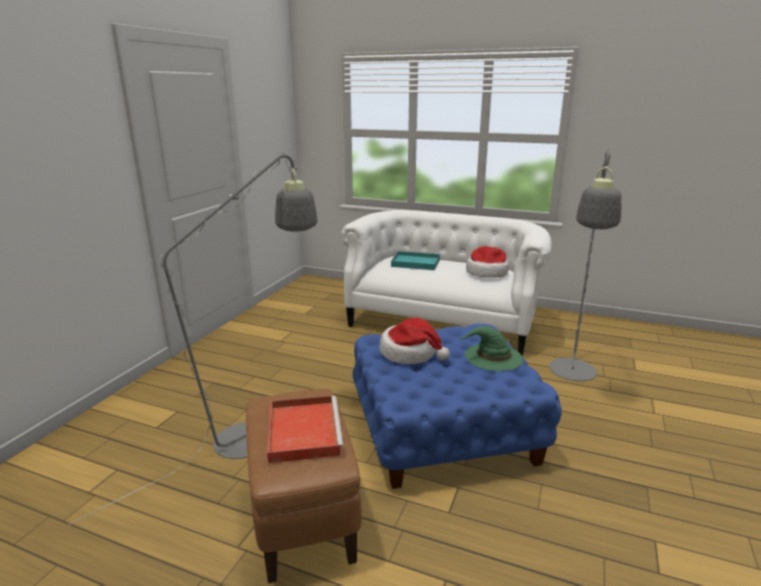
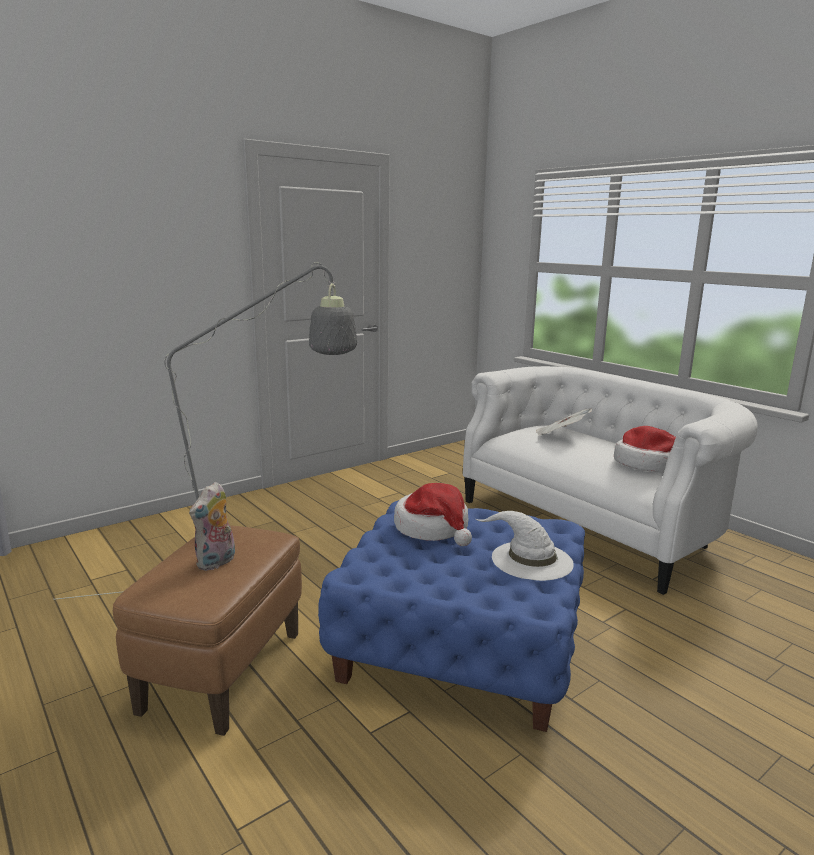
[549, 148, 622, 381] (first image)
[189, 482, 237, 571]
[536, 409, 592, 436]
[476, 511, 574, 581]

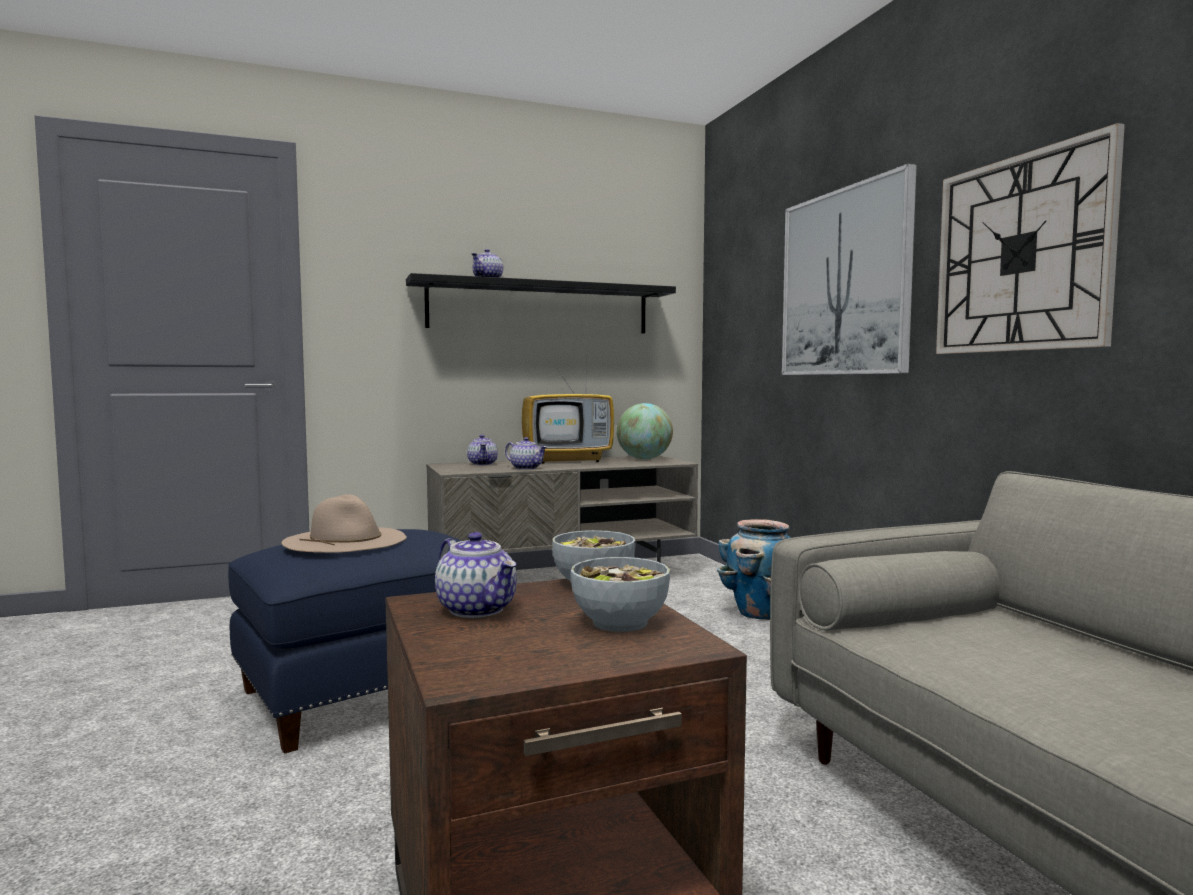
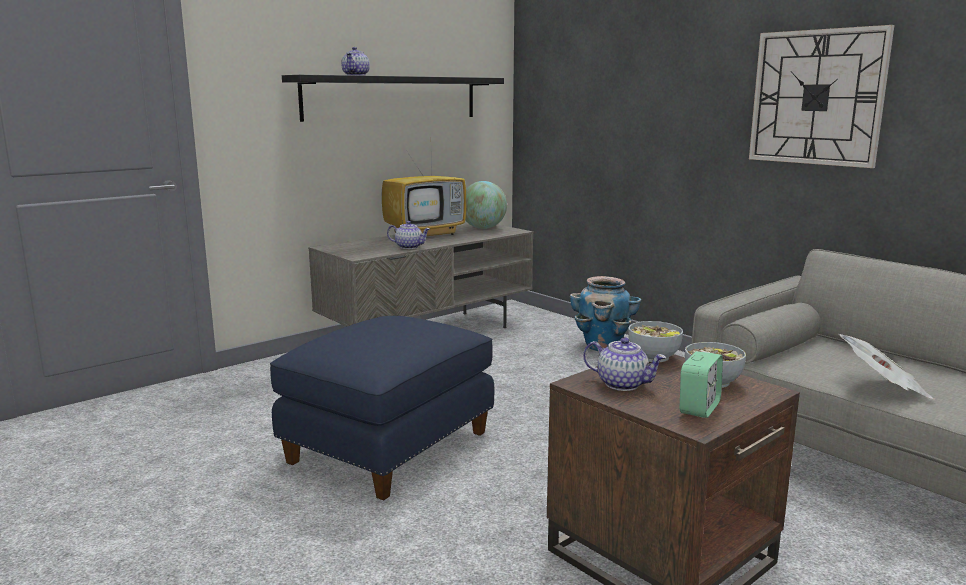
[282, 494, 407, 553] (first image)
[467, 435, 498, 465] (first image)
[782, 163, 917, 375] (first image)
[680, 351, 723, 418]
[838, 334, 934, 399]

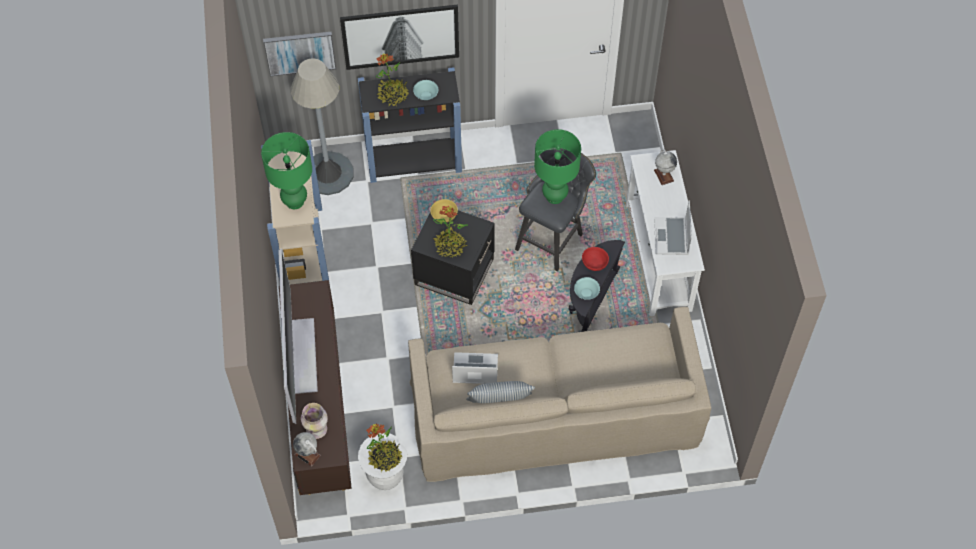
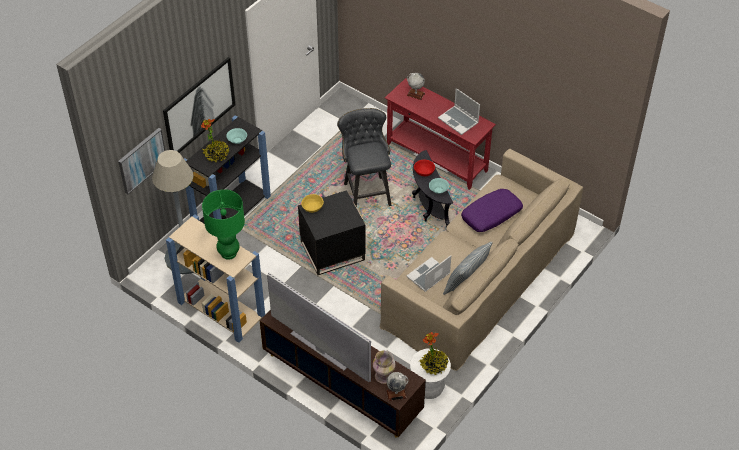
[433, 206, 468, 258] (first image)
[534, 129, 581, 204] (first image)
[461, 189, 523, 232]
[385, 78, 496, 190]

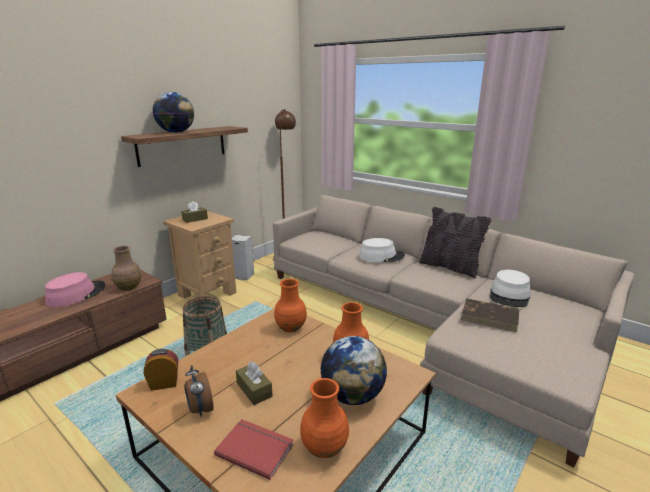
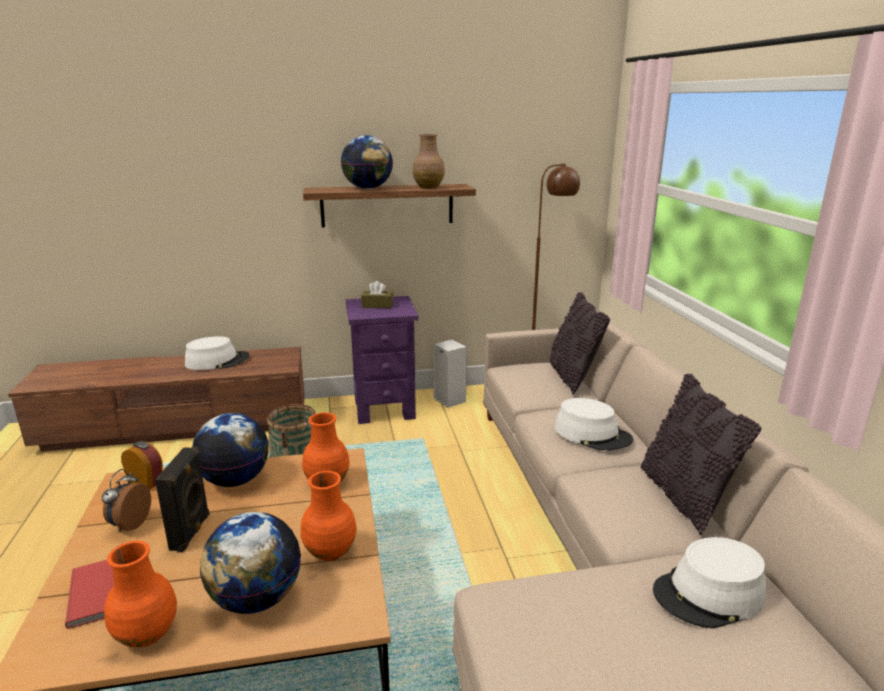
[461, 298, 519, 332] (first image)
[192, 413, 269, 487]
[549, 292, 610, 394]
[412, 134, 445, 188]
[155, 447, 210, 552]
[185, 336, 250, 370]
[346, 296, 418, 424]

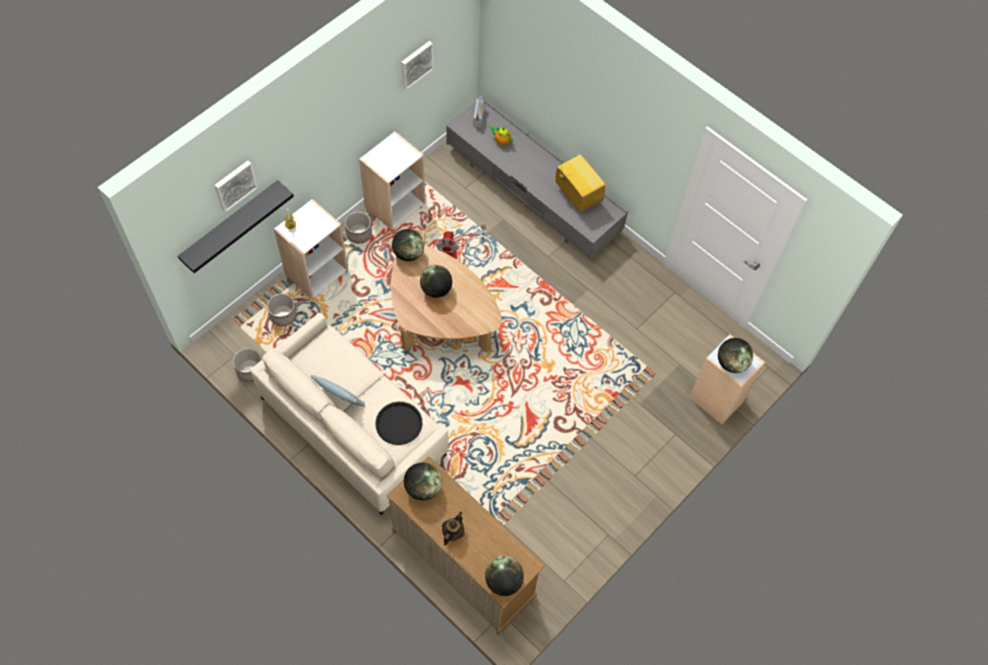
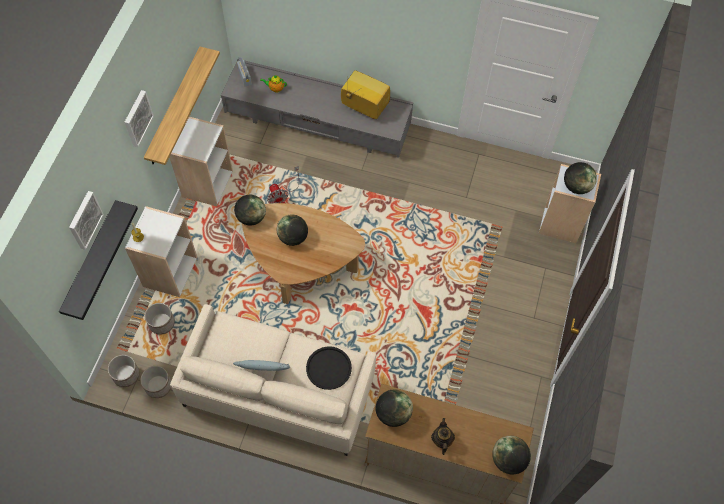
[144, 47, 220, 165]
[108, 355, 139, 387]
[125, 90, 154, 147]

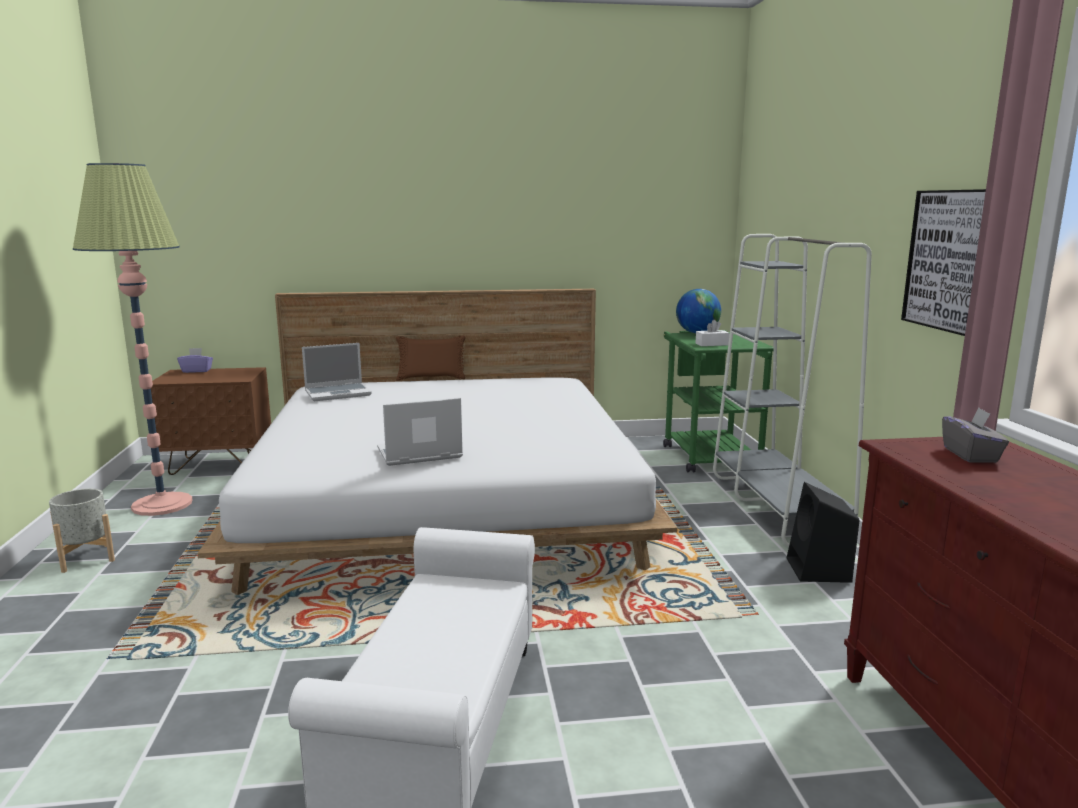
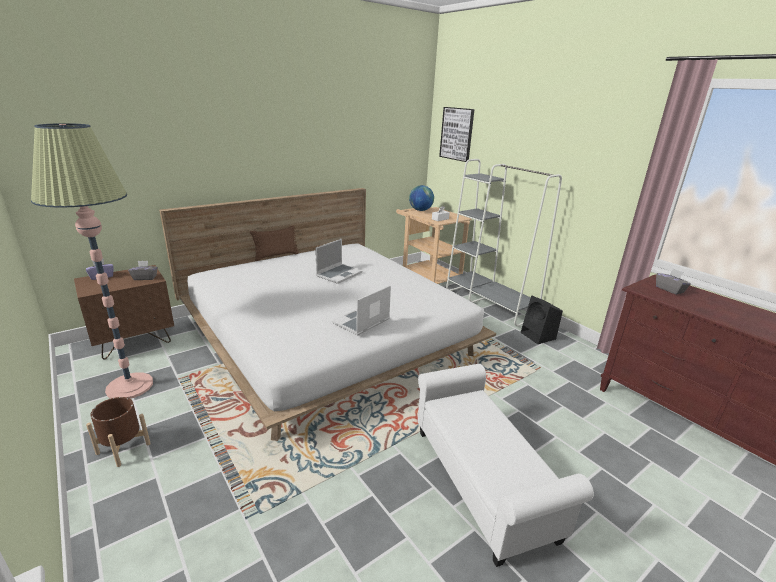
[128, 261, 158, 280]
[315, 239, 362, 284]
[439, 107, 474, 162]
[86, 397, 151, 467]
[396, 207, 472, 284]

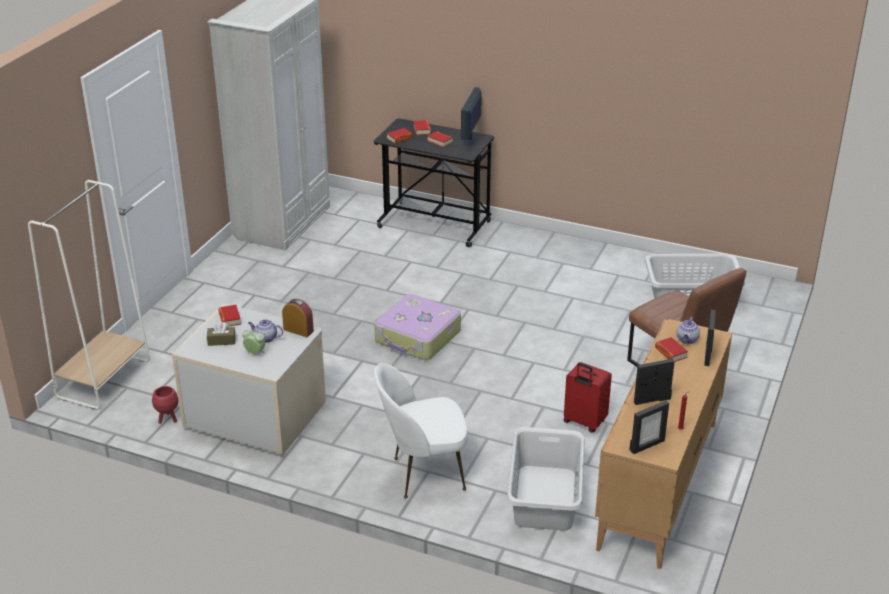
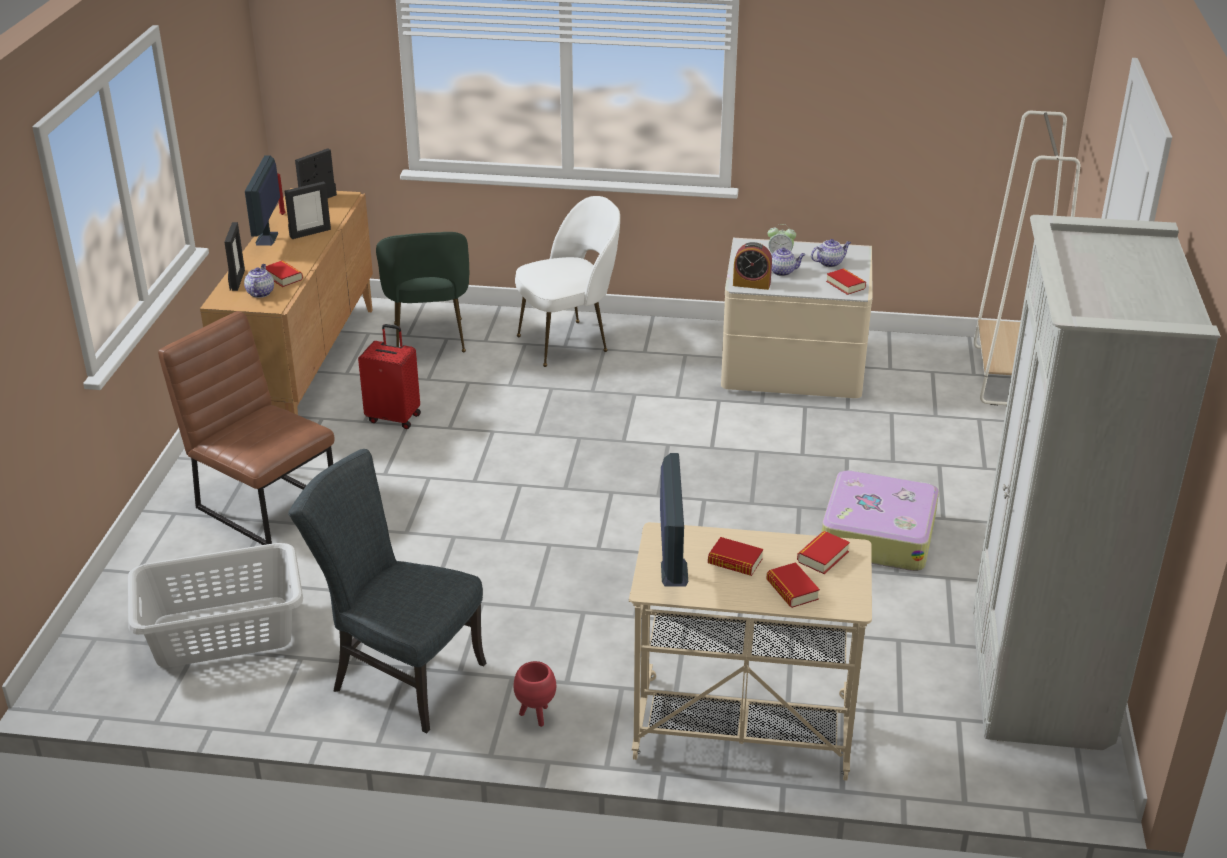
[245, 155, 280, 246]
[288, 449, 486, 733]
[513, 661, 556, 727]
[821, 470, 939, 571]
[811, 239, 851, 267]
[376, 232, 469, 353]
[629, 522, 872, 781]

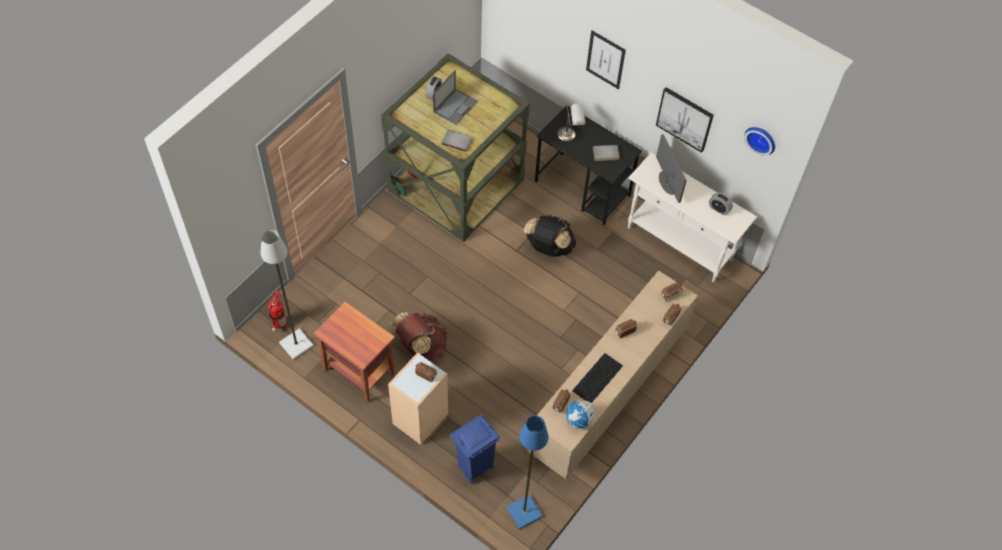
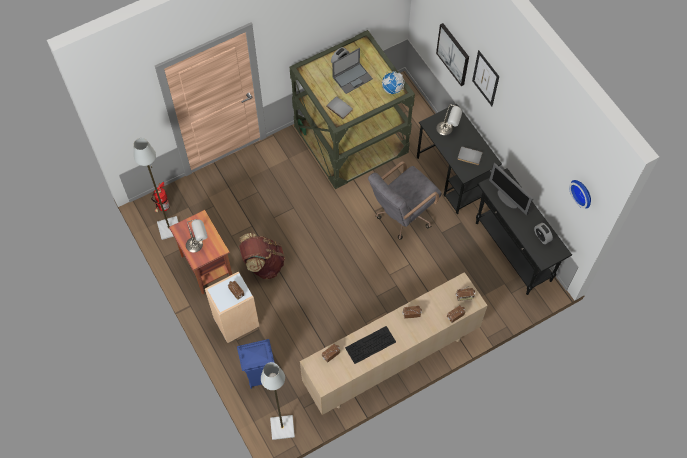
[186, 219, 208, 253]
[382, 71, 404, 94]
[436, 23, 469, 86]
[368, 161, 441, 240]
[261, 362, 295, 440]
[476, 168, 572, 295]
[489, 163, 533, 215]

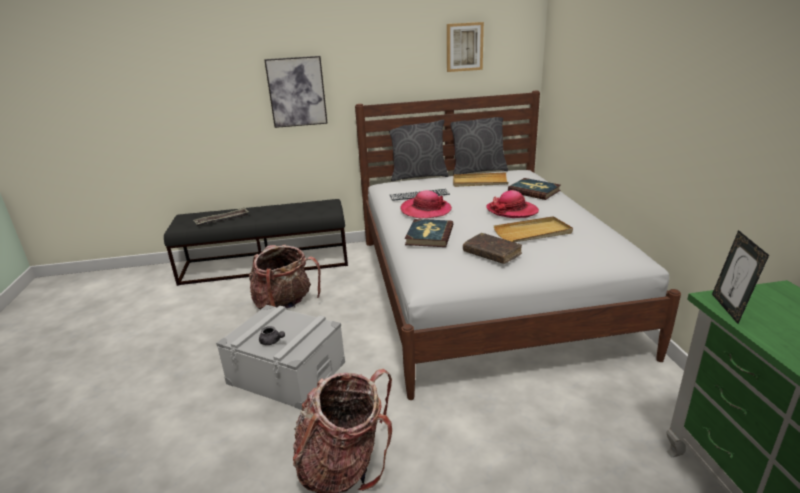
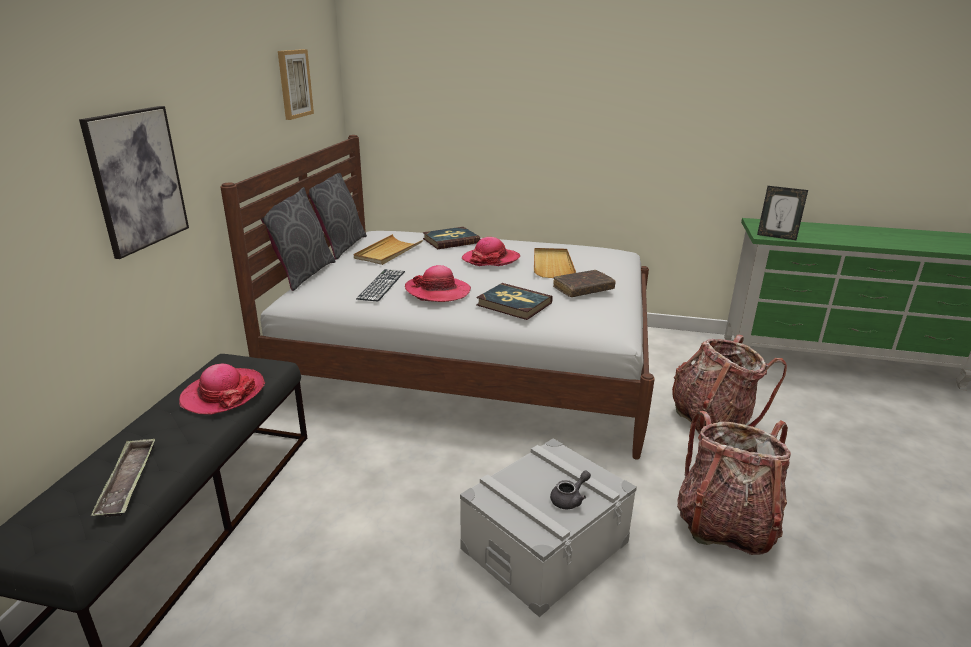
[179, 364, 265, 415]
[672, 335, 787, 434]

